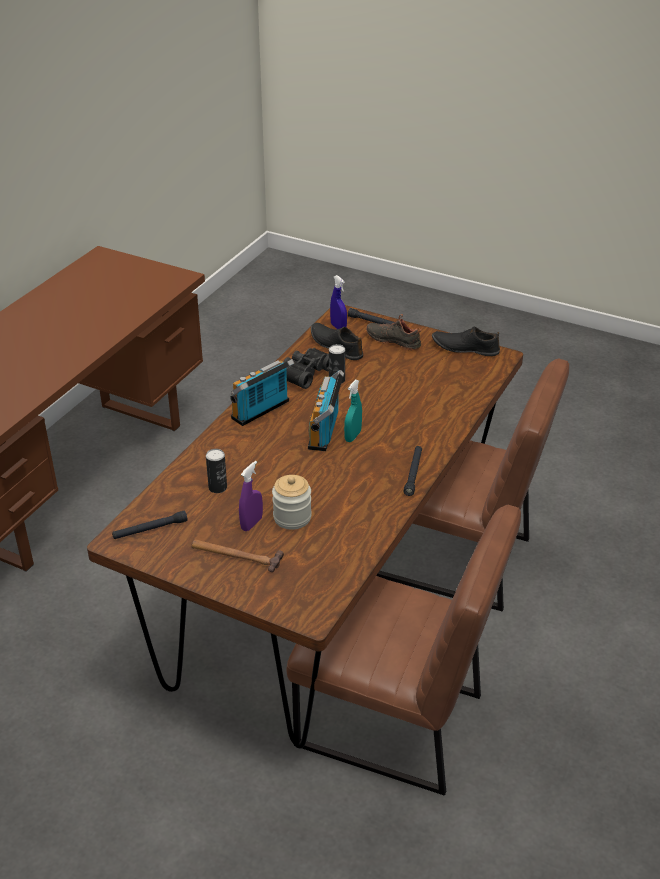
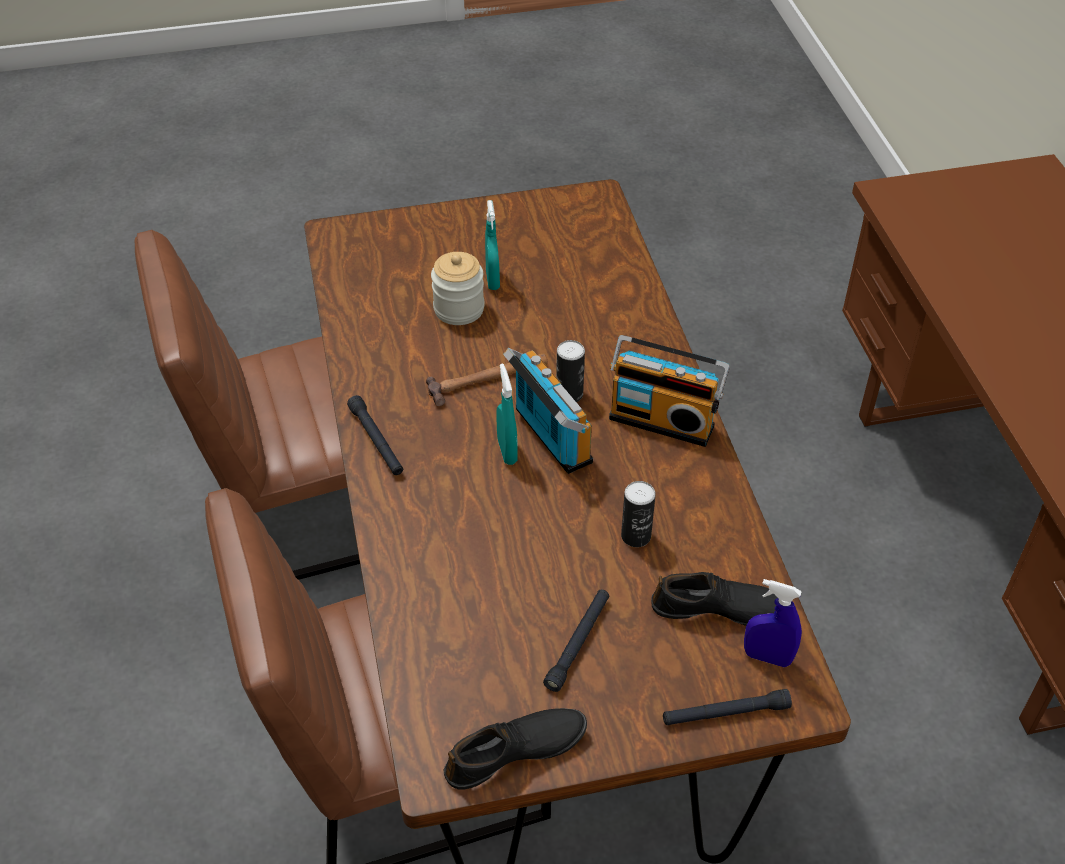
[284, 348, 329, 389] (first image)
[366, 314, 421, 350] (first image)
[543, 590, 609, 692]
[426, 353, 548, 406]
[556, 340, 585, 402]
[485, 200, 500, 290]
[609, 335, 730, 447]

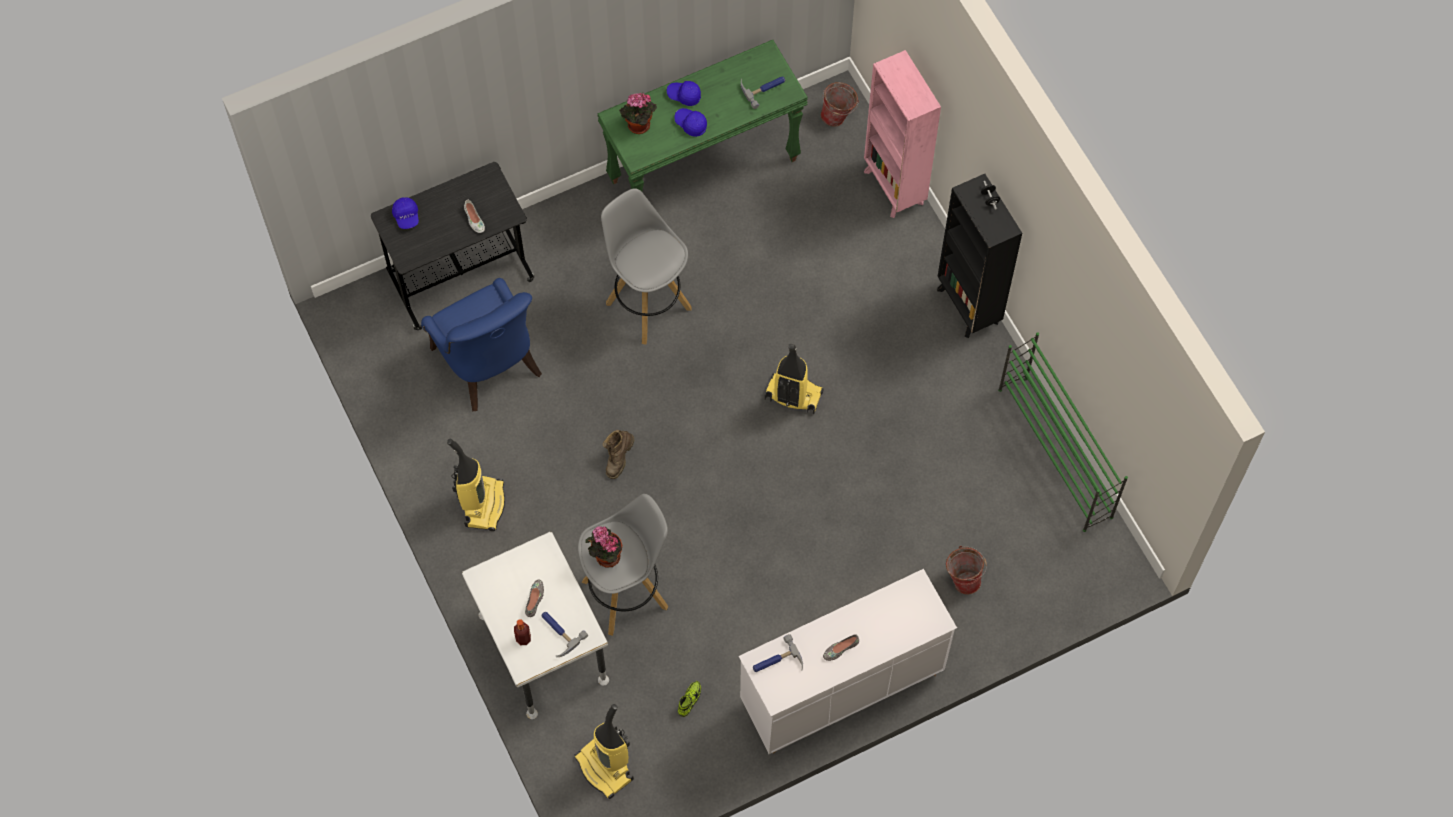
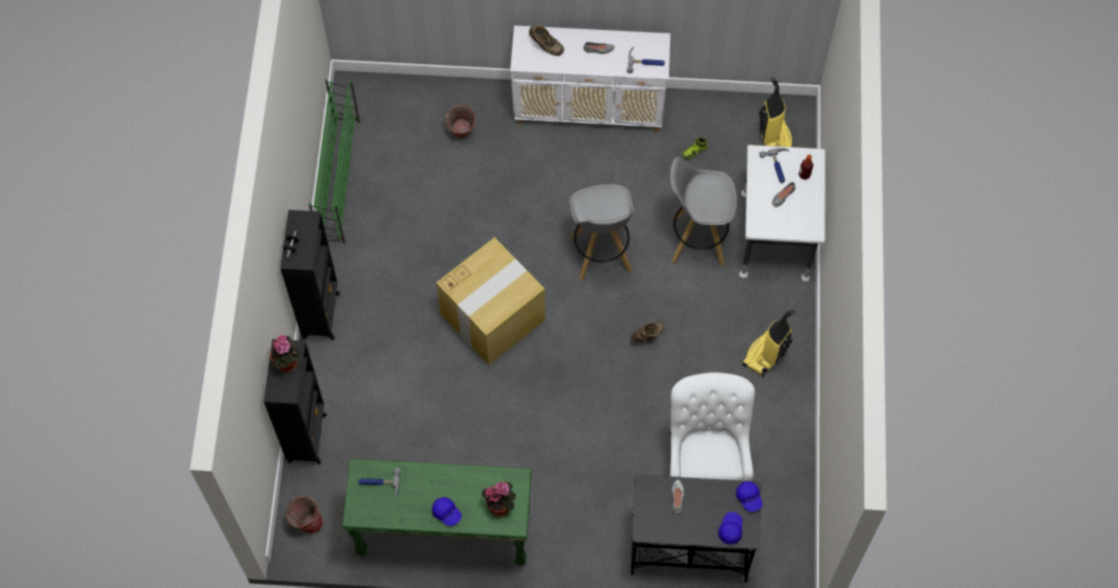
[529, 25, 564, 56]
[270, 335, 300, 373]
[570, 184, 634, 280]
[736, 481, 763, 512]
[436, 237, 545, 365]
[669, 372, 755, 481]
[264, 339, 327, 465]

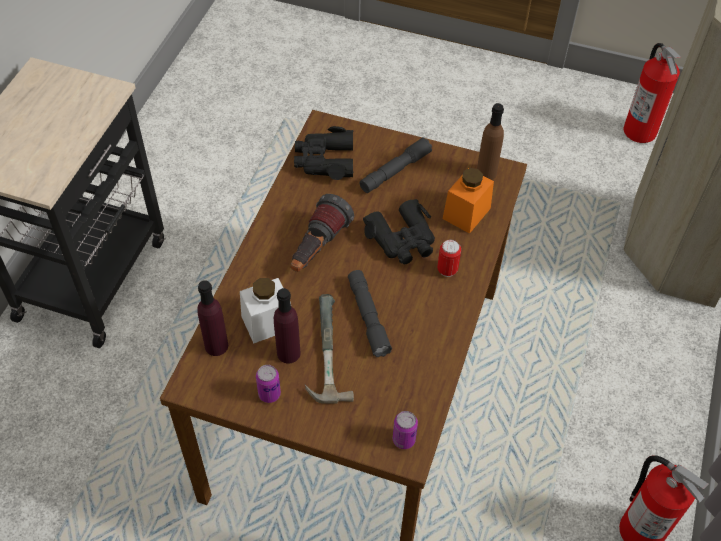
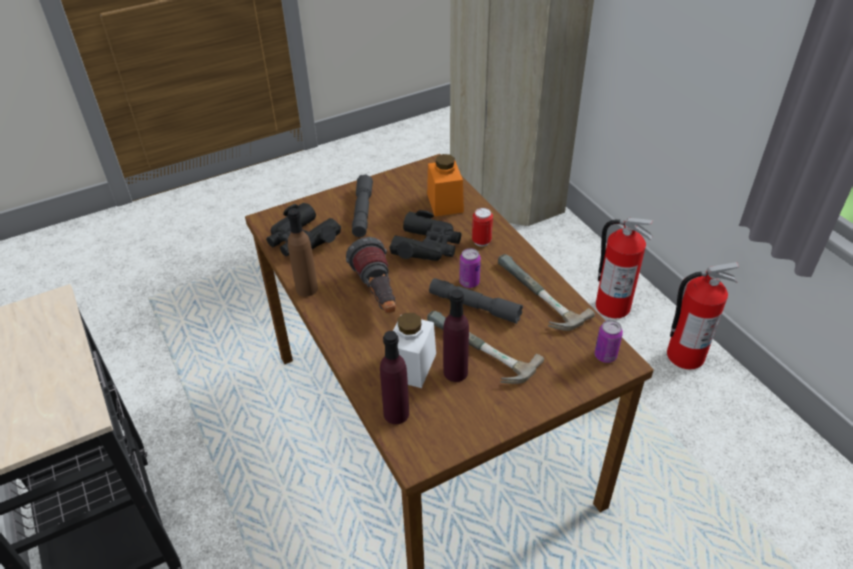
[498, 254, 595, 331]
[459, 248, 481, 288]
[287, 208, 318, 297]
[596, 218, 653, 318]

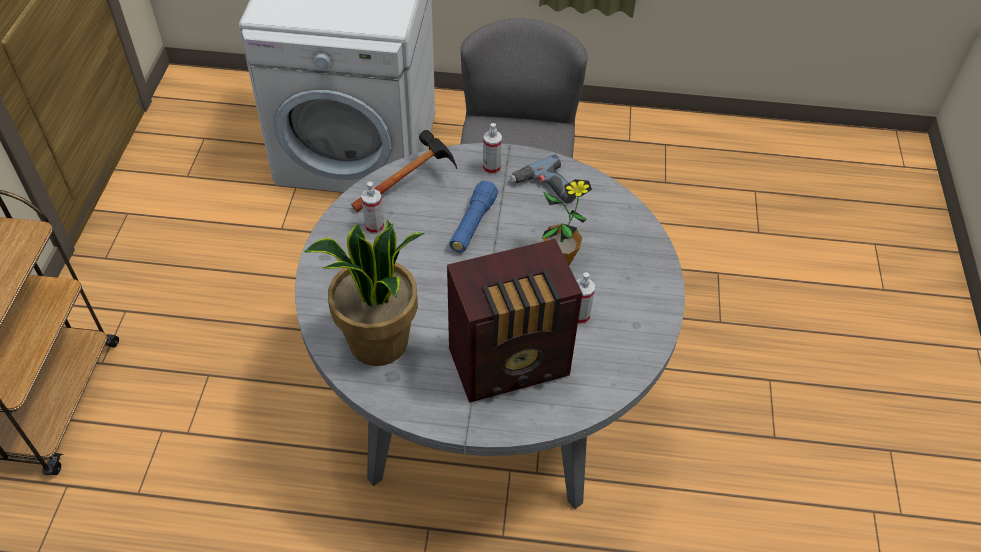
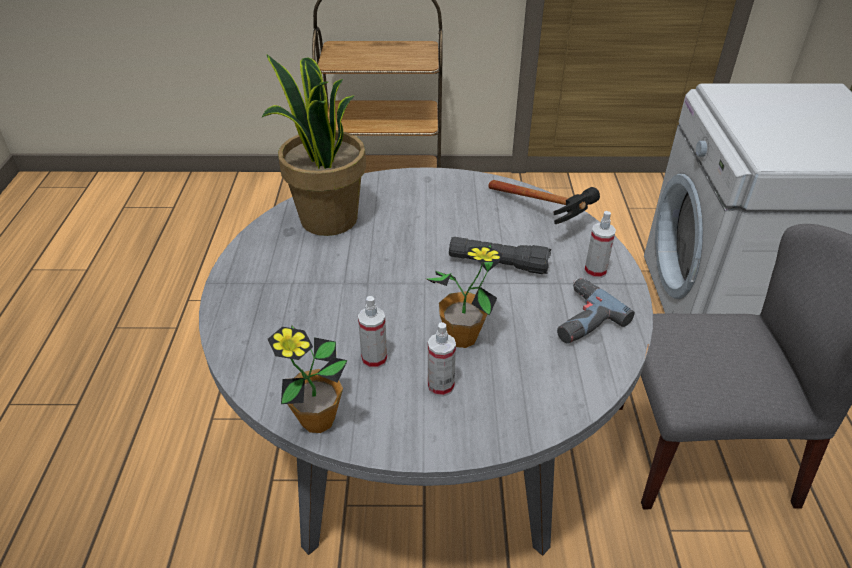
[447, 239, 582, 403] (first image)
[268, 325, 348, 433]
[428, 322, 456, 397]
[449, 237, 551, 274]

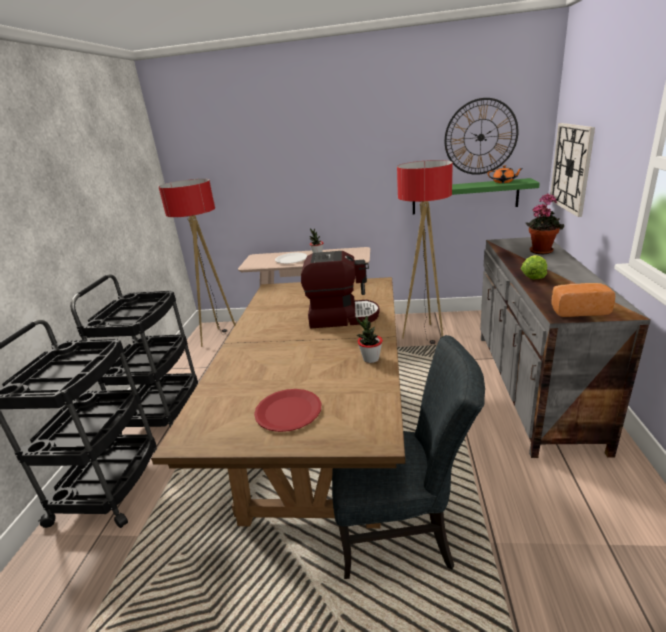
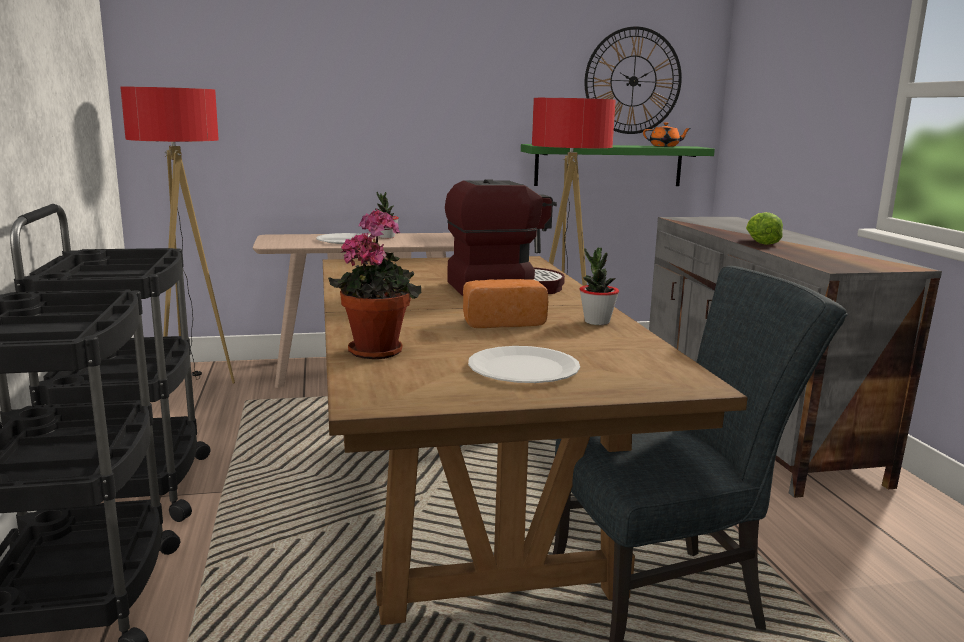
[550, 123, 595, 217] (first image)
[328, 209, 421, 359]
[463, 279, 548, 328]
[468, 346, 580, 383]

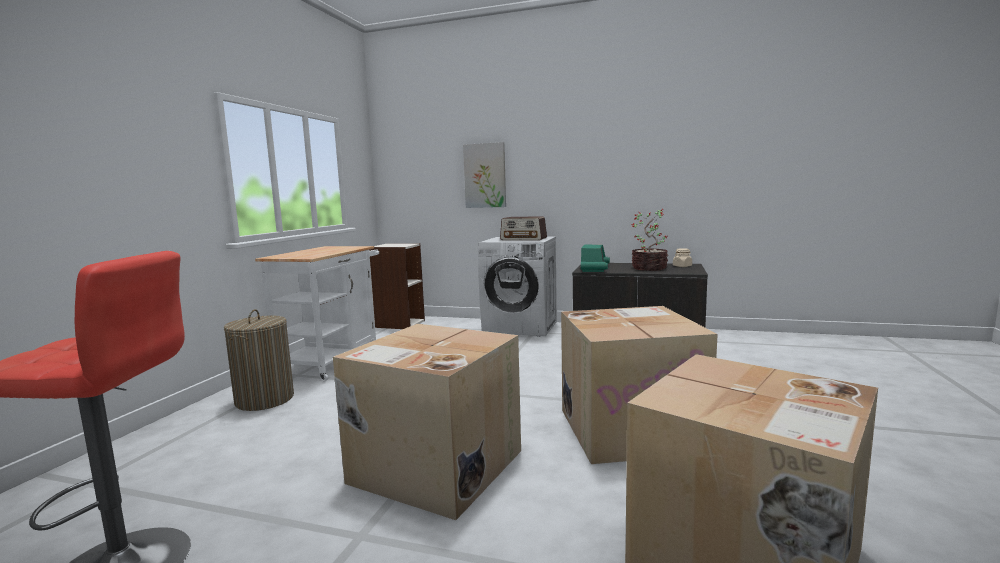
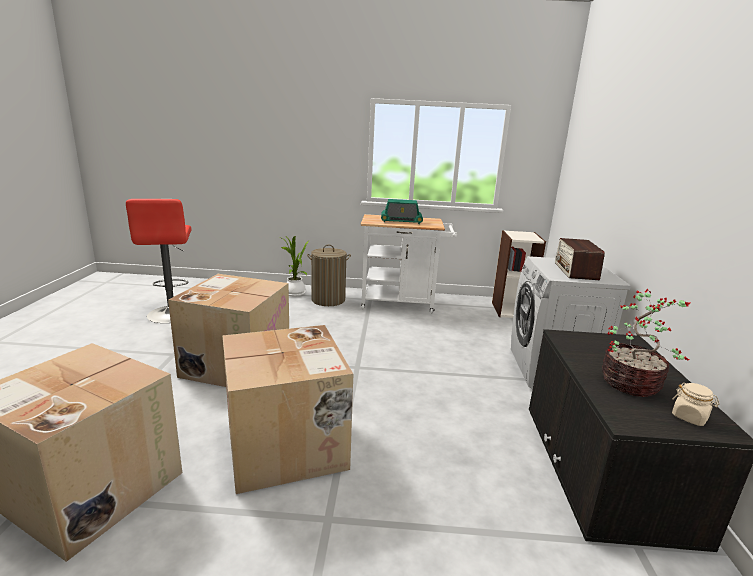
[463, 142, 506, 208] (first image)
[280, 236, 309, 297]
[381, 199, 423, 224]

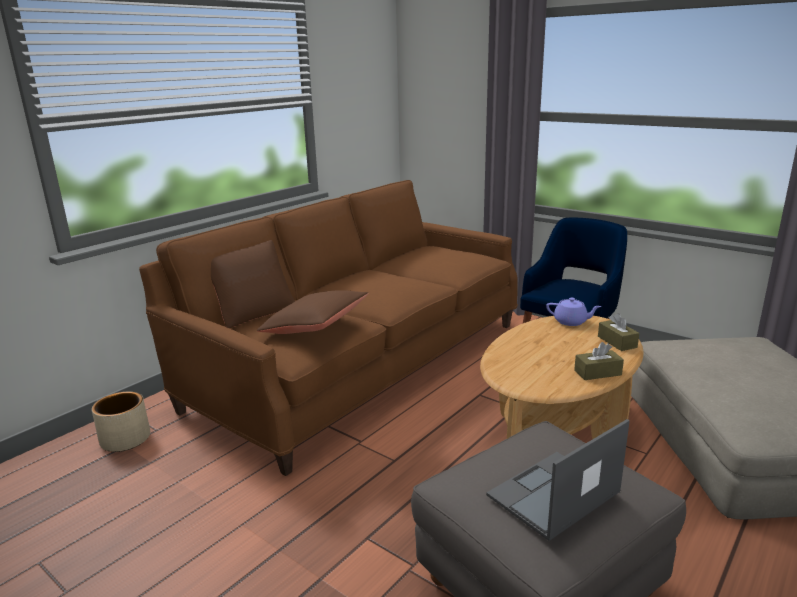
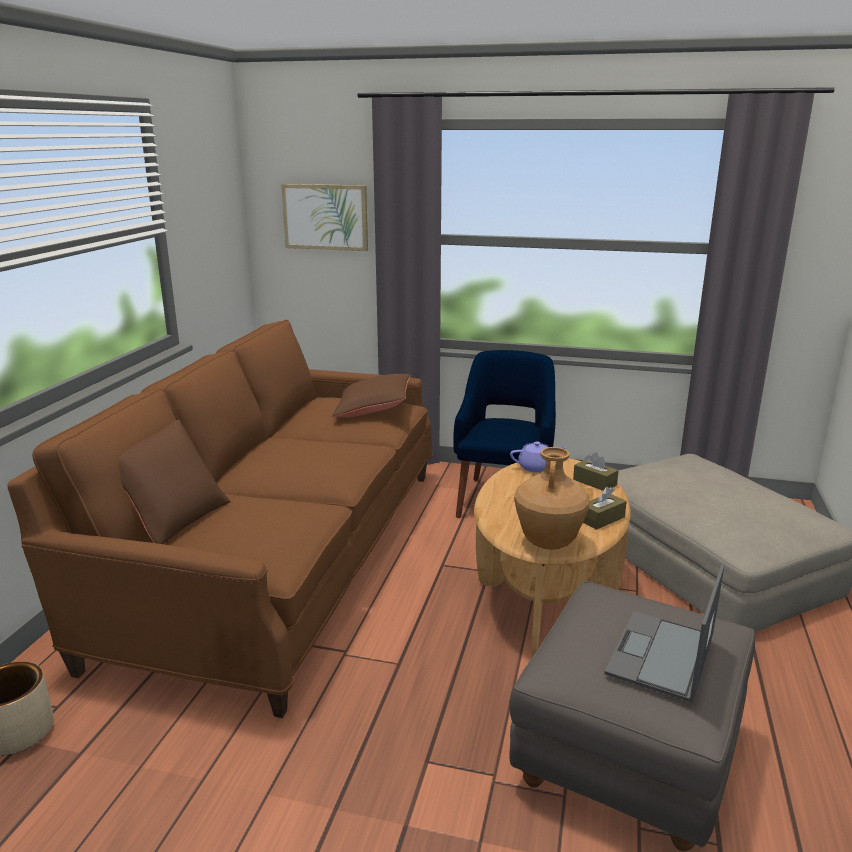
[281, 184, 368, 251]
[514, 447, 590, 550]
[332, 374, 410, 417]

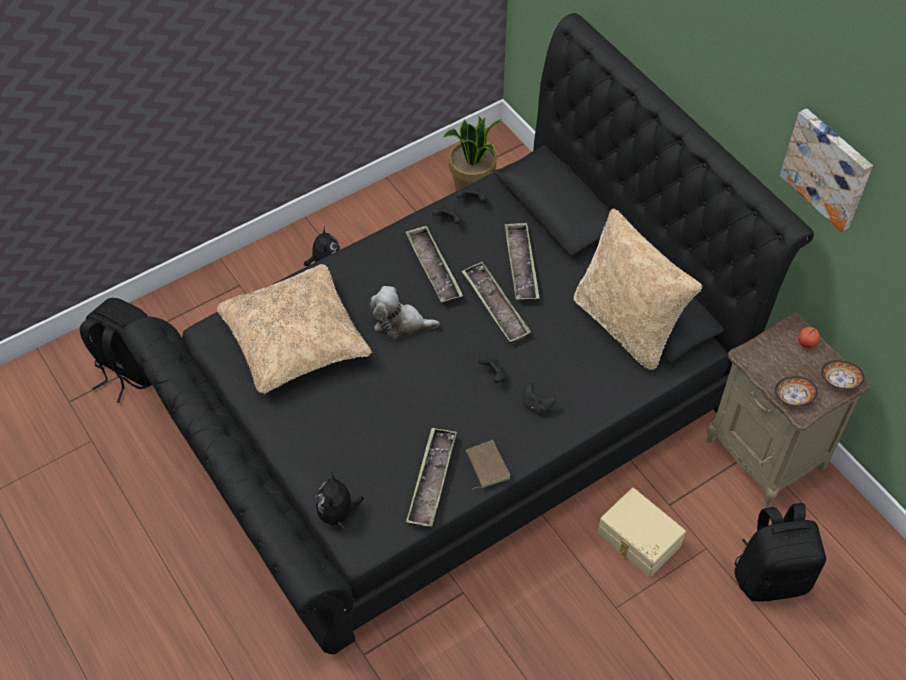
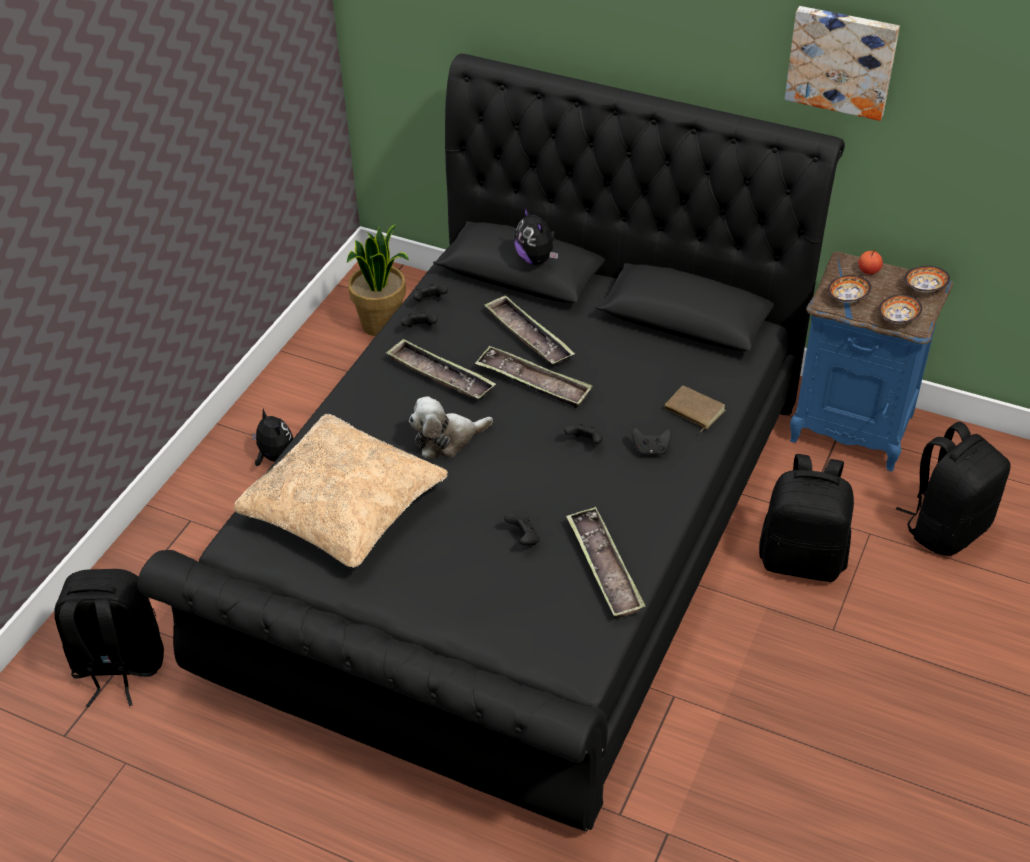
[574, 209, 702, 370] (first image)
[504, 513, 540, 545]
[828, 275, 871, 303]
[515, 207, 558, 265]
[665, 386, 725, 433]
[759, 454, 854, 582]
[790, 252, 953, 471]

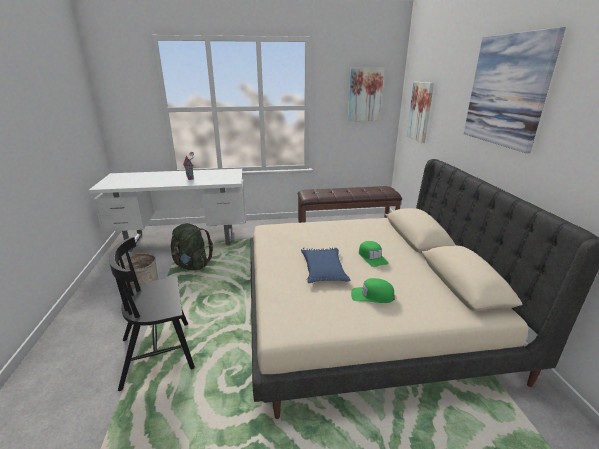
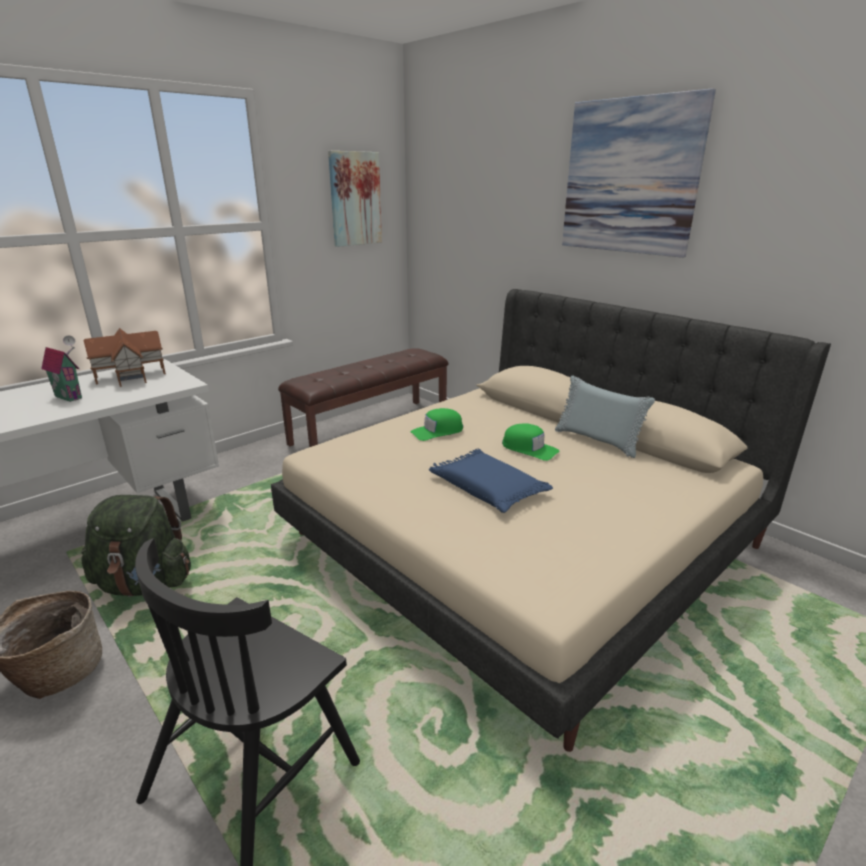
[406, 82, 434, 143] (first image)
[83, 328, 166, 387]
[555, 376, 655, 458]
[411, 408, 463, 441]

